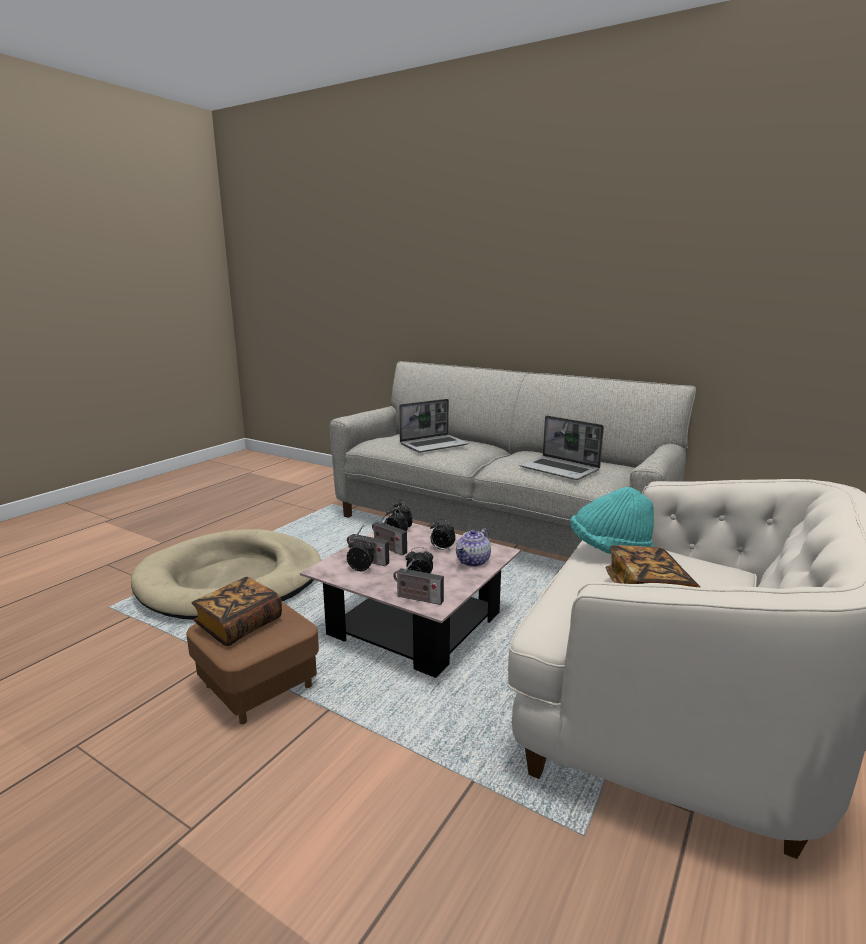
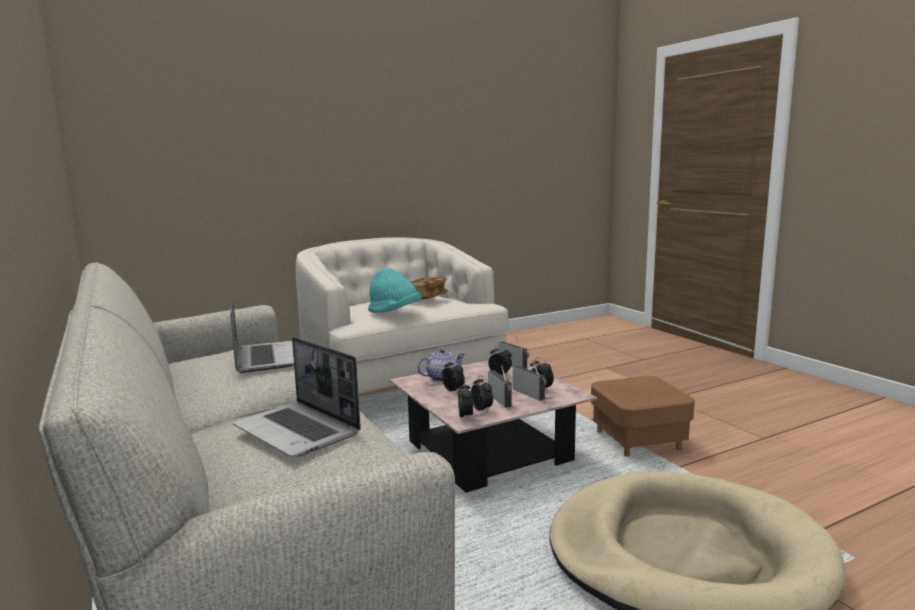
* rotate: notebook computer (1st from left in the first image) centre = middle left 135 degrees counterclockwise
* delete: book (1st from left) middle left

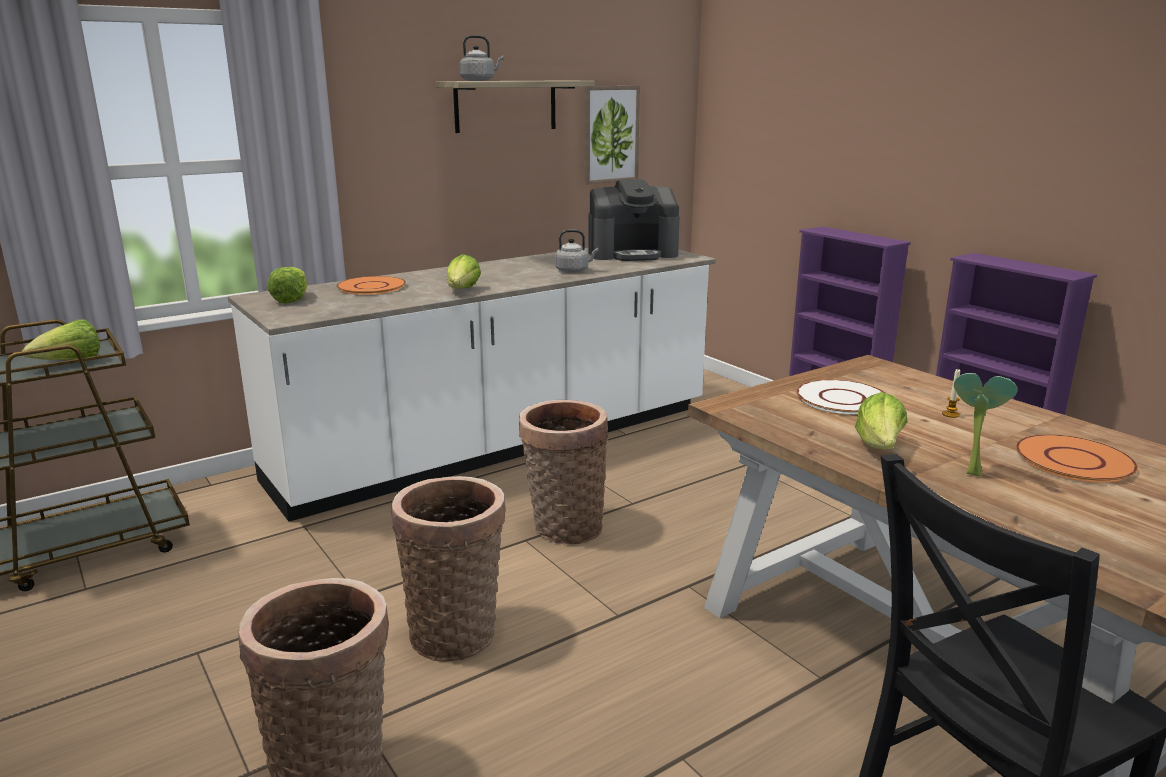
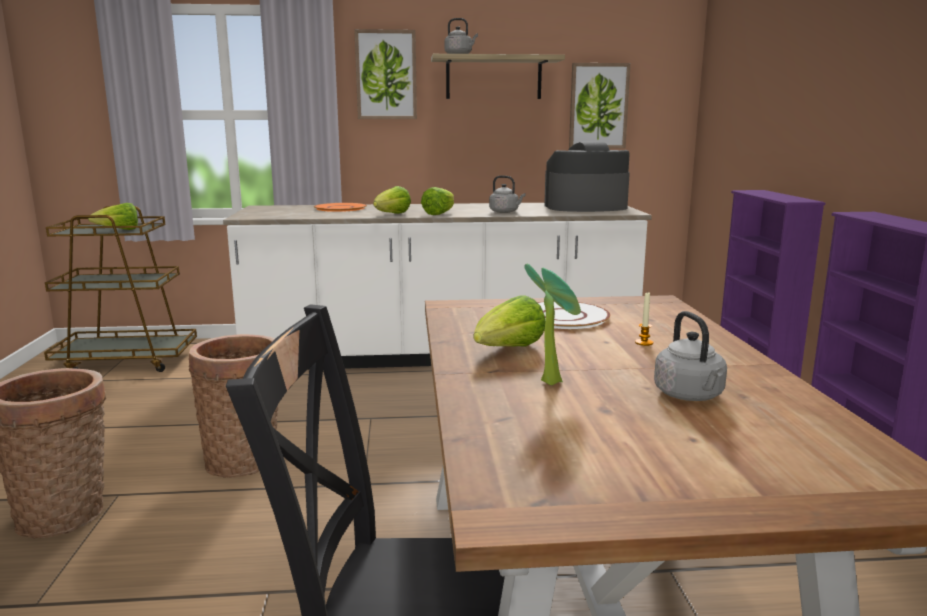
* rotate: coffee machine top centre = top centre 150 degrees clockwise
* move: head of lettuce (2nd from left in the first image) middle left to head of lettuce (3rd from left) top centre
* delete: basket (3rd from left) centre
* replace: flat dish (orange-coloured) (2nd from left) middle right to kettle (gray) (3rd from left) middle right
* insert: picture (1st from left) top centre

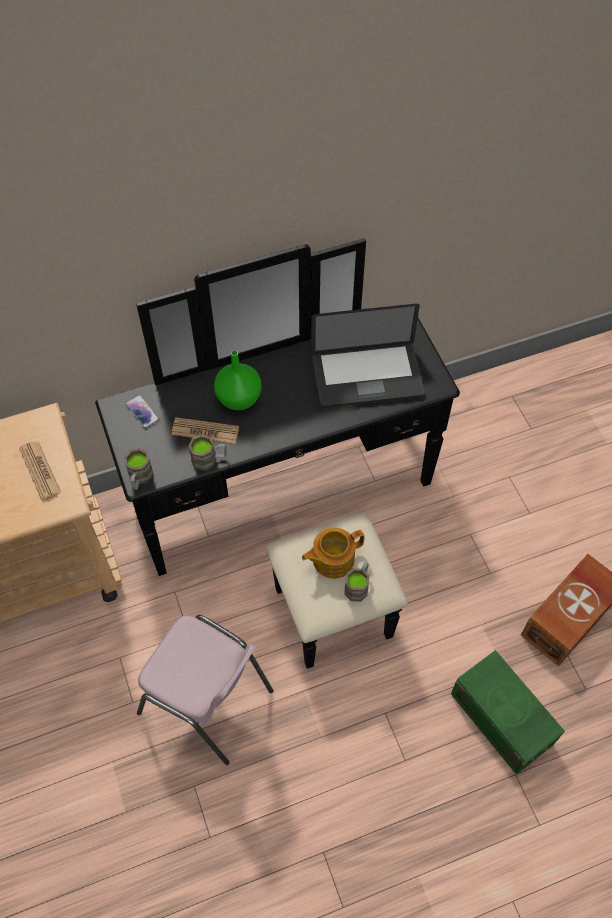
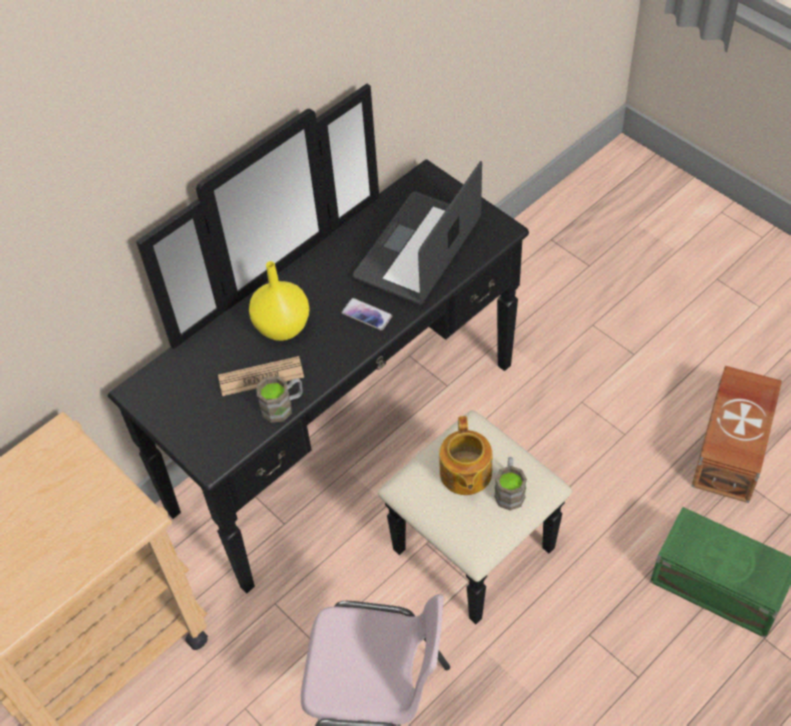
* rotate: notebook computer centre = top centre 150 degrees clockwise
* recolor: decorative vase (greenish) centre to decorative vase (yellow-coloured) centre
* move: telephone middle left to centre
* delete: printed paper (1st from left) middle left
* delete: tea mug (brown-coloured) (1st from left) middle left
* rotate: teapot centre = centre 45 degrees counterclockwise

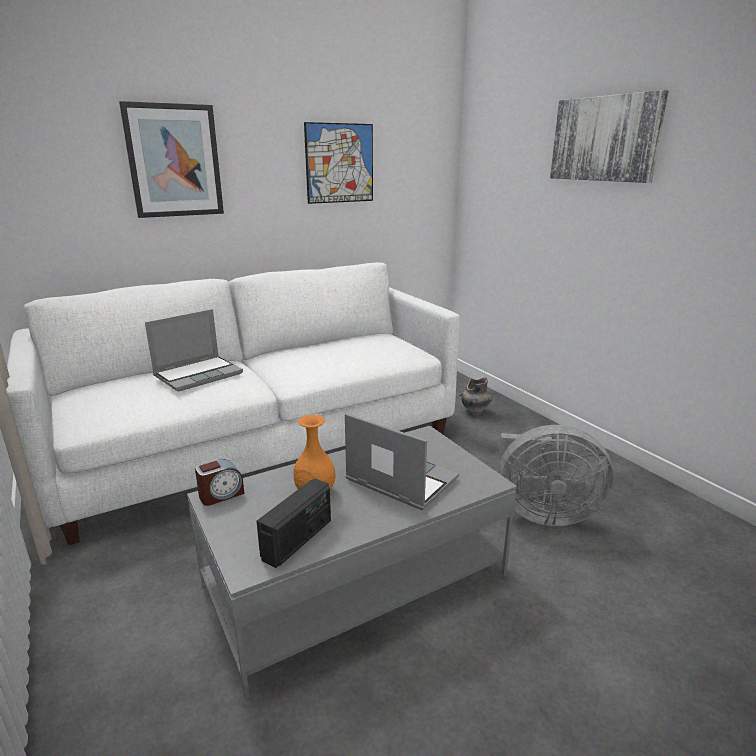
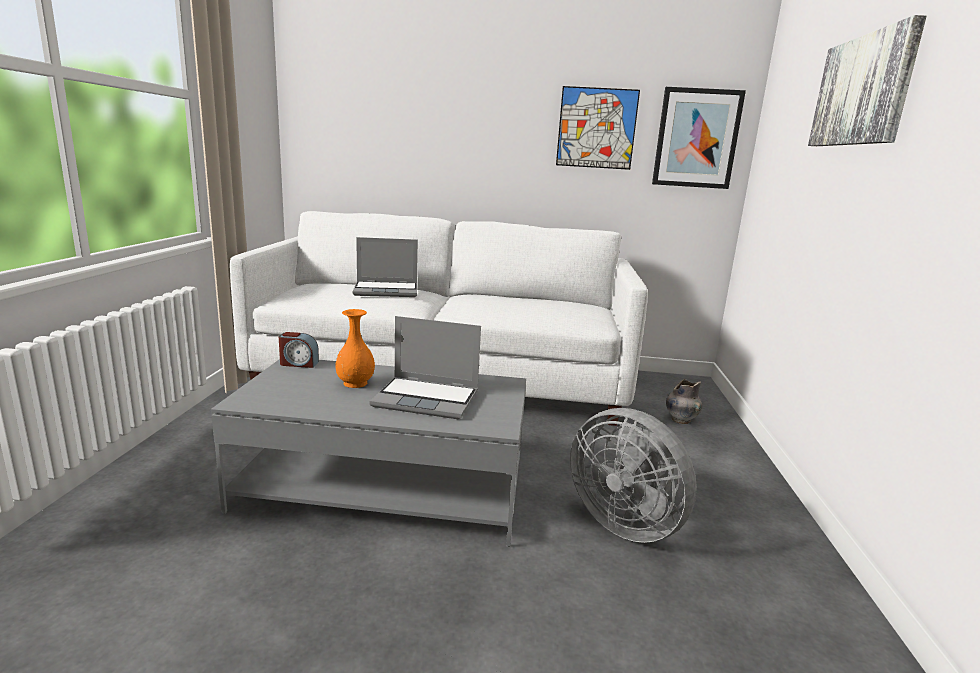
* move: picture (1st from left in the first image) top left to picture (2nd from left) top right
* rotate: notebook computer (2nd from left) centre = centre 120 degrees clockwise
* delete: radio set bottom centre

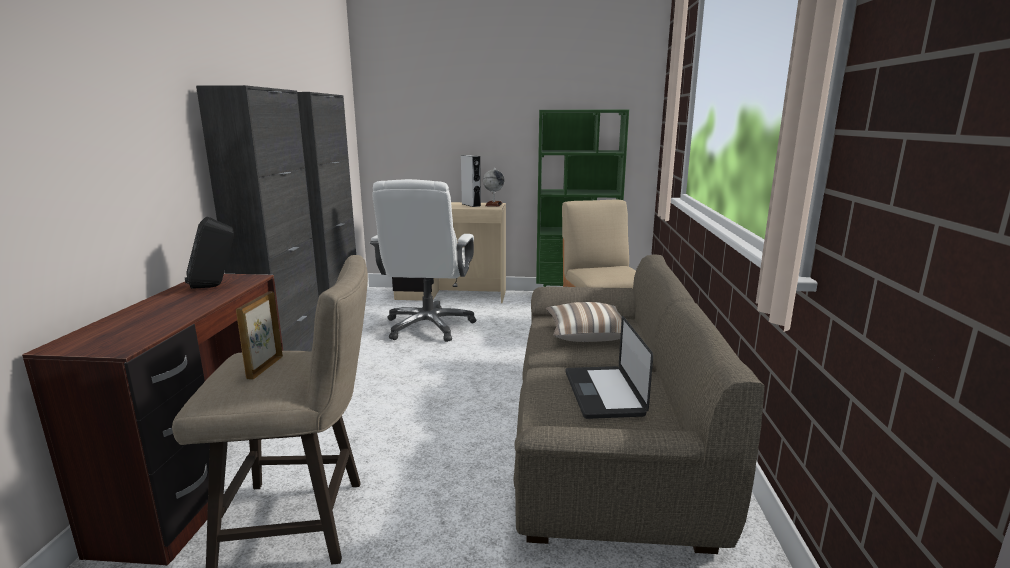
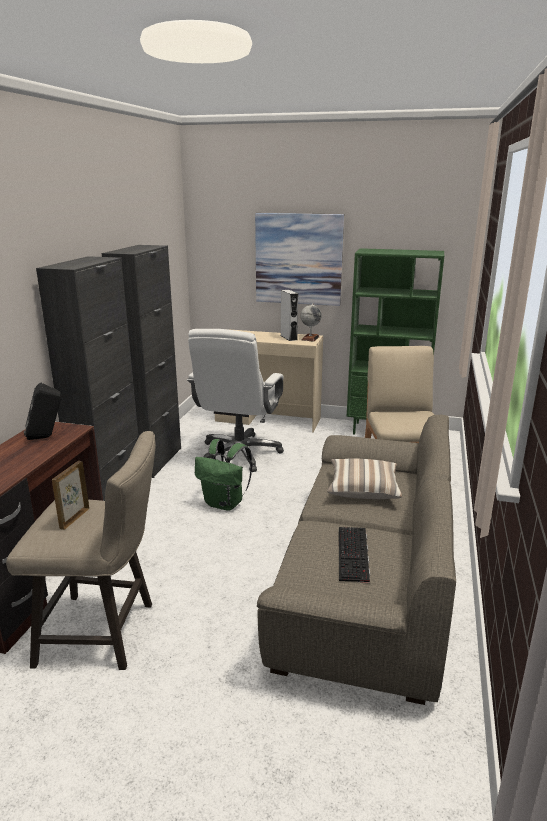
* replace: notebook computer centre to computer keyboard bottom centre
* insert: picture top centre
* insert: backpack (greenish) centre

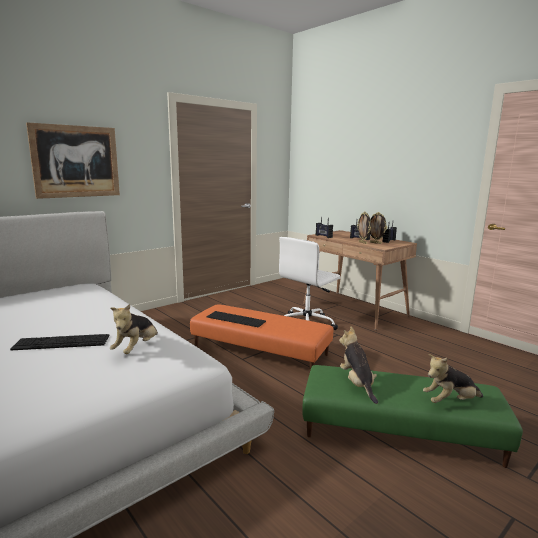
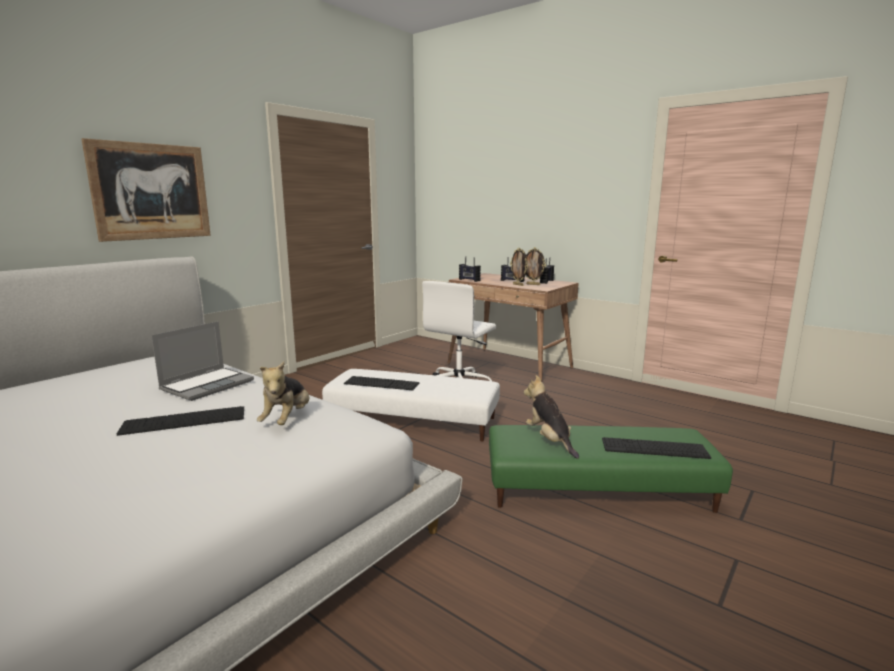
* recolor: pouffe (orange-coloured) centre to pouffe (whitish) centre
* replace: cuddly toy (3rd from left) bottom right to computer keyboard (3rd from left) bottom right
* insert: notebook computer middle left

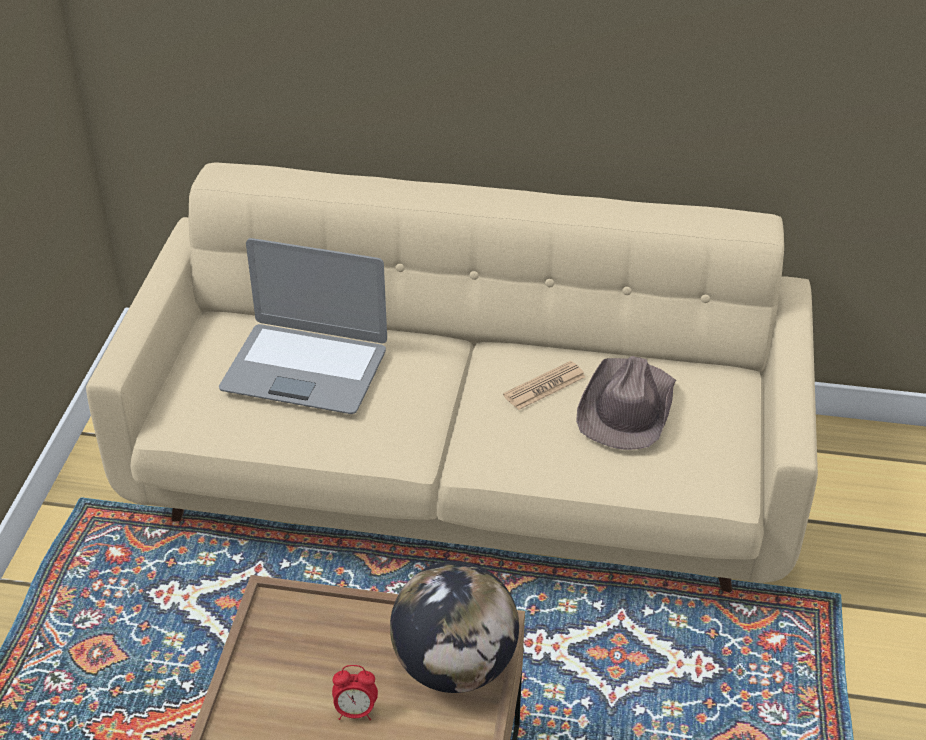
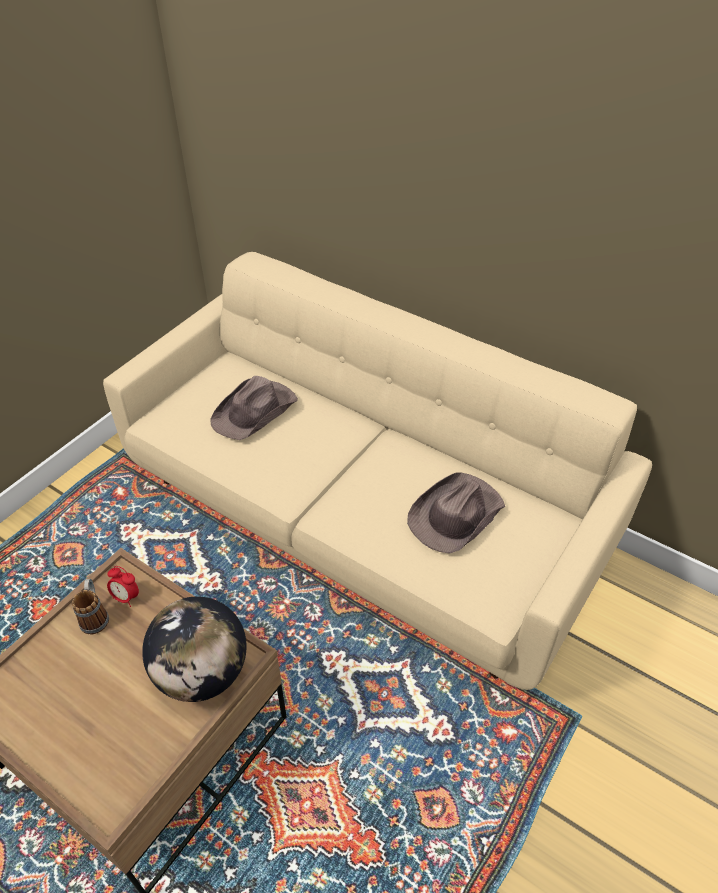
* replace: notebook computer middle left to clothing hat (brown-coloured) (1st from left) centre
* delete: printed paper centre
* move: table clock bottom centre to middle left
* insert: tea mug bottom left

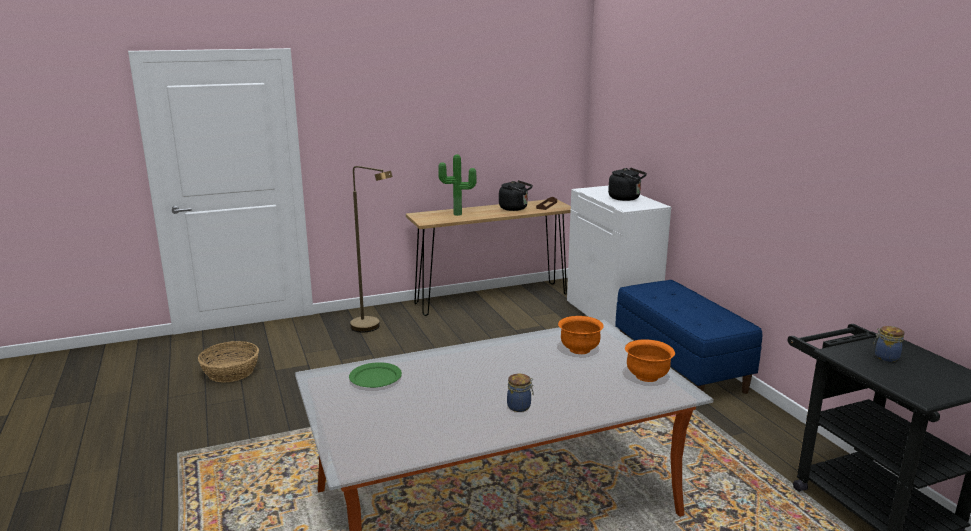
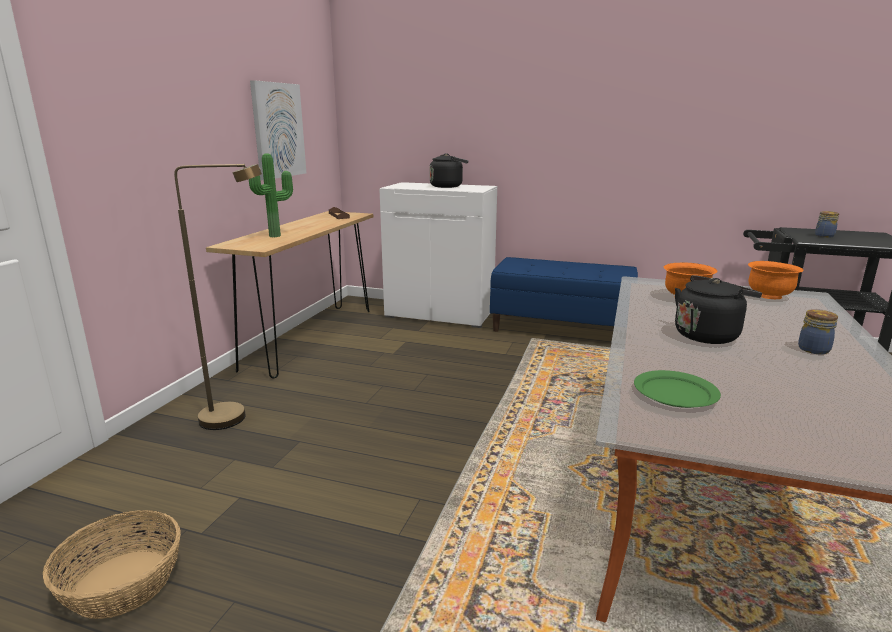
* move: kettle (black) (1st from left in the first image) centre to kettle (black) (2nd from left) middle right
* insert: picture top left

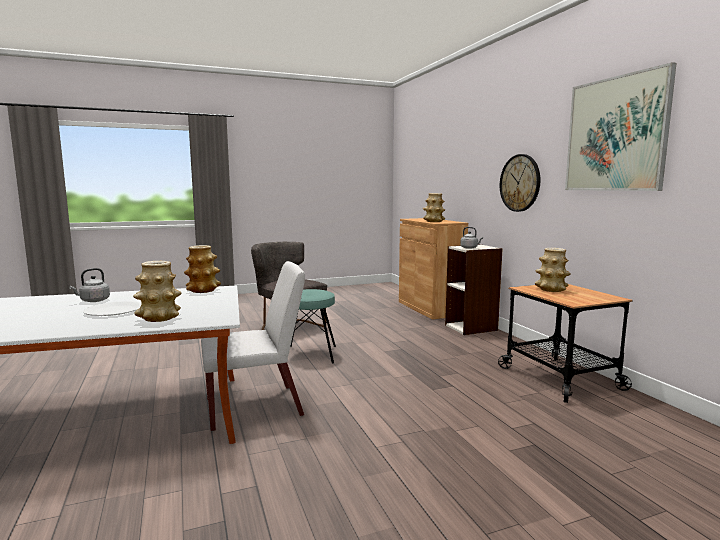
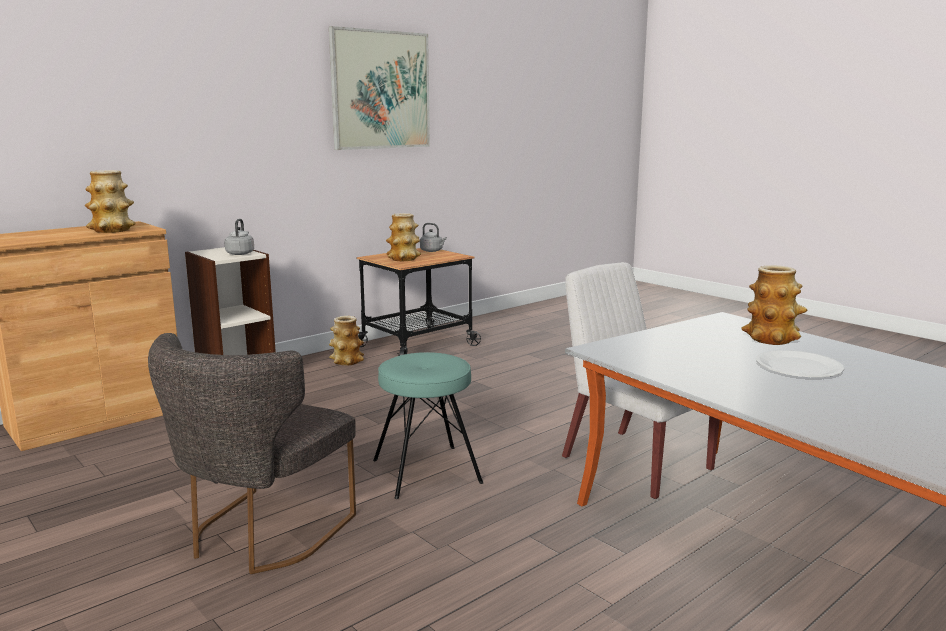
* delete: clock on the wall middle right
* move: decorative vase (2nd from left) middle left to centre
* move: kettle (gray) (1st from left in the first image) middle left to kettle (gray) (2nd from left) centre

